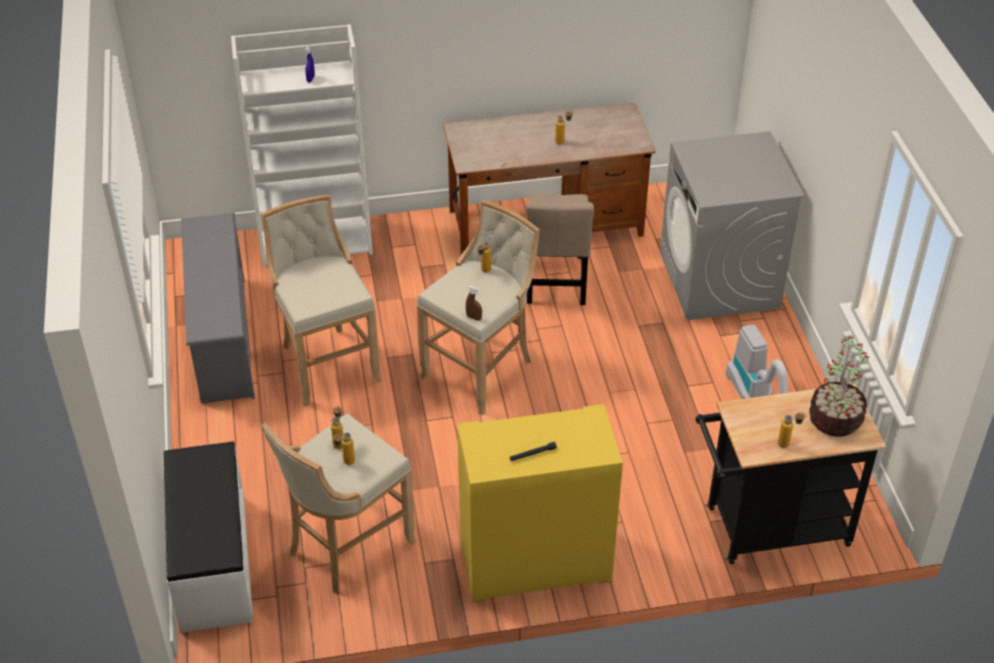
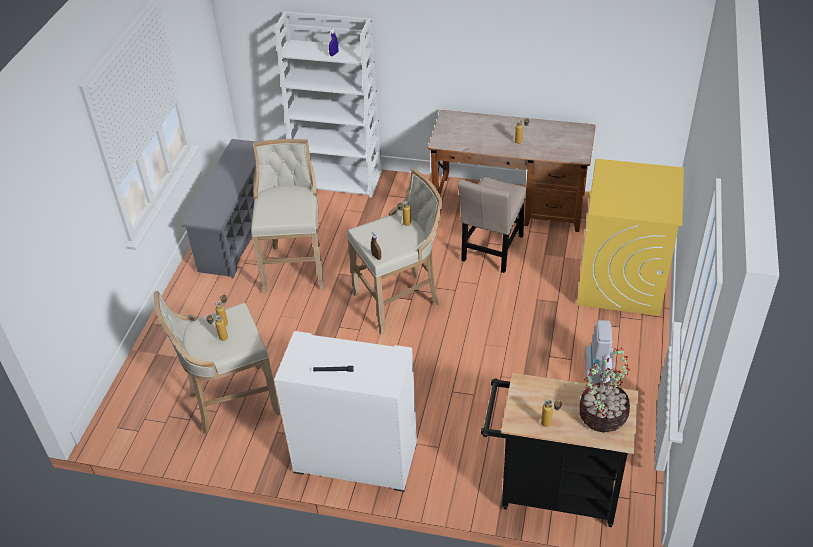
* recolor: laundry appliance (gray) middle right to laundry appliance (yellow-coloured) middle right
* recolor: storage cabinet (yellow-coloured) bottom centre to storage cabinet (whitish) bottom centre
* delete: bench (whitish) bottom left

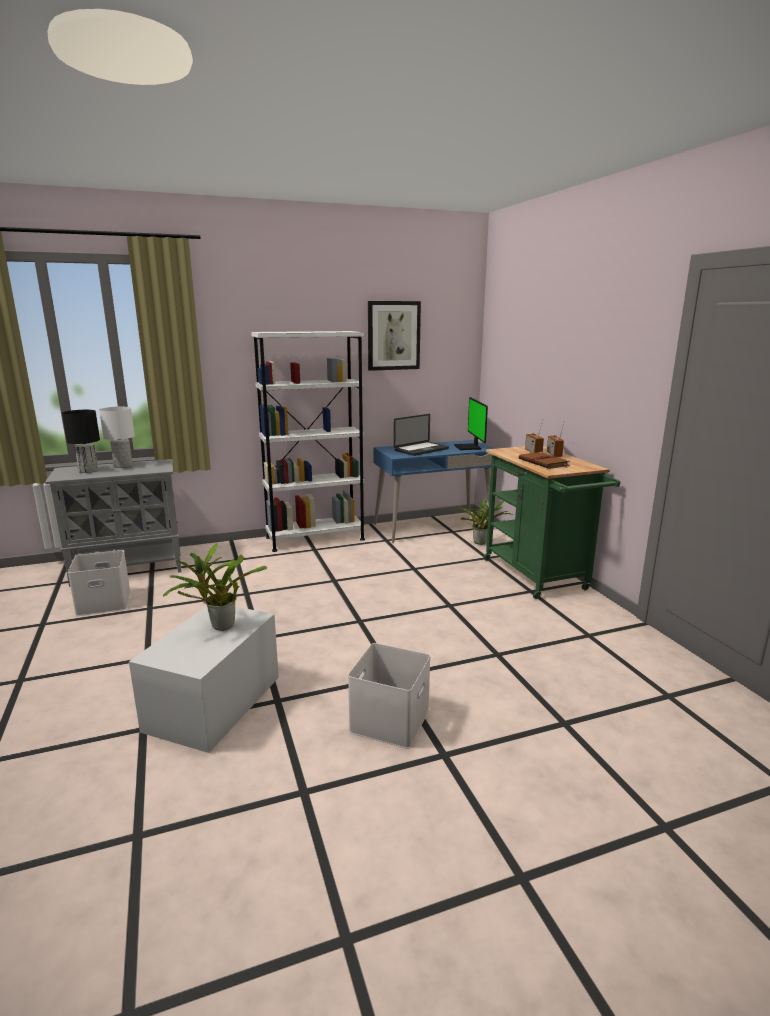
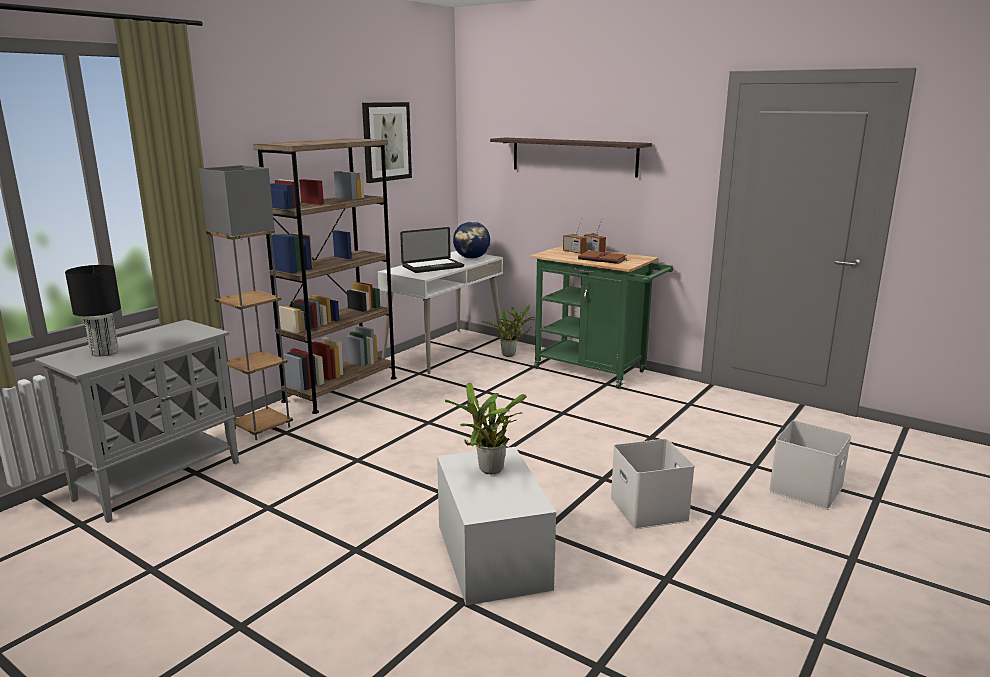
* recolor: shelving unit (whitish) centre to shelving unit (brown-coloured) middle left
* replace: computer screen centre to world globe centre
* delete: tabletop lamp (whitish) middle left
* rotate: notebook computer centre = centre 45 degrees clockwise
* recolor: desk table (bluish) centre to desk table (whitish) centre
* move: storage bin (whitish) (1st from left in the first image) middle left to storage bin (whitish) (3rd from left) bottom right
* insert: bracket shelf top centre
* insert: standing lamp (gray) middle left

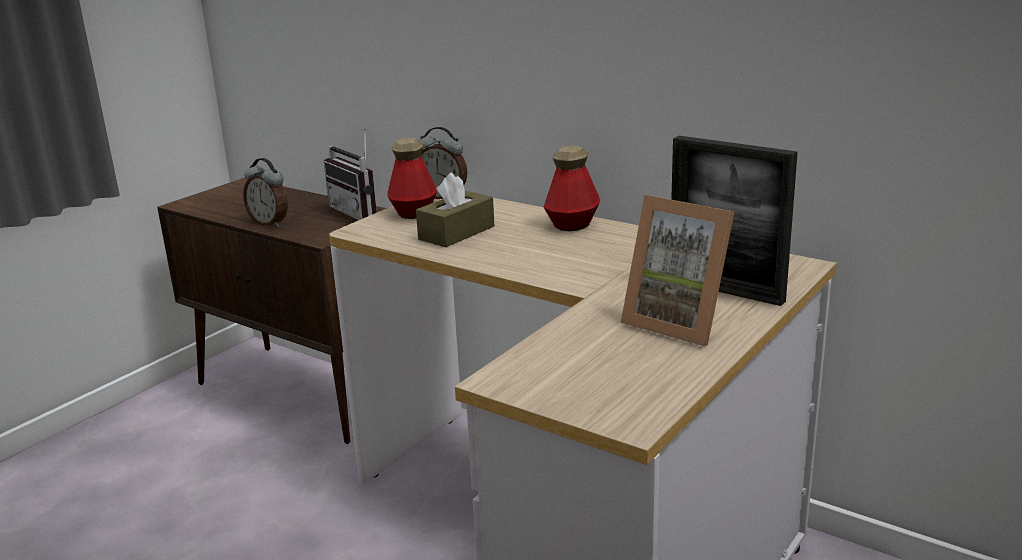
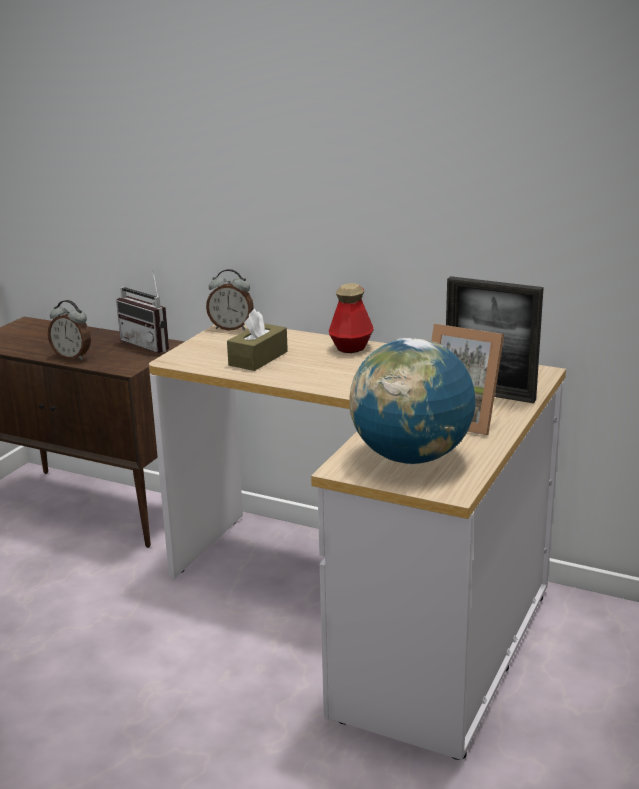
* delete: beverage bottle (1st from left) top centre
* insert: world globe centre

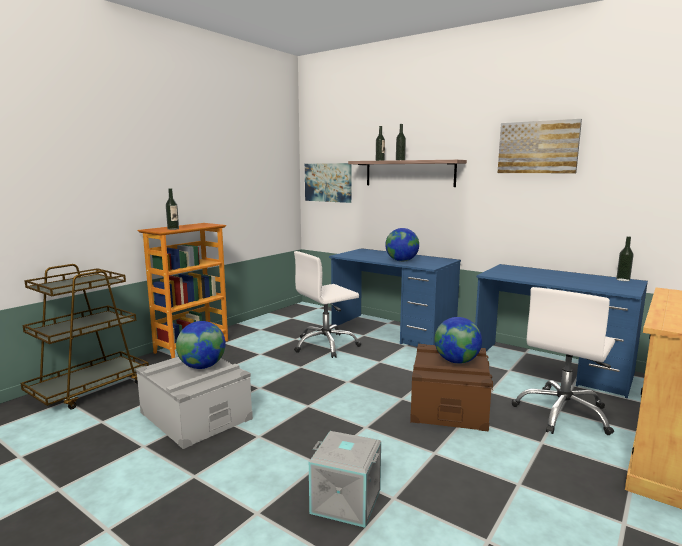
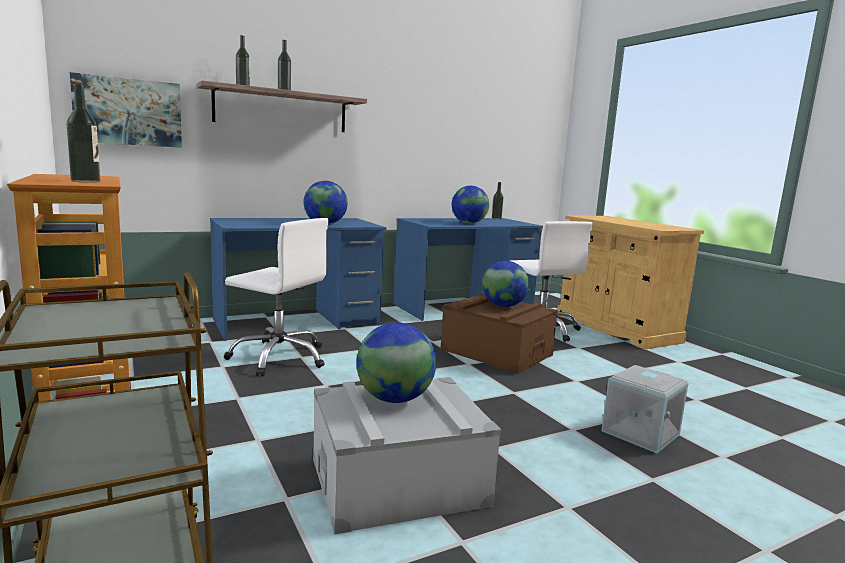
* delete: picture (2nd from left) top right
* rotate: desk chair (whitish) (1st from left) centre = middle left 60 degrees counterclockwise
* insert: world globe (3rd from left) centre

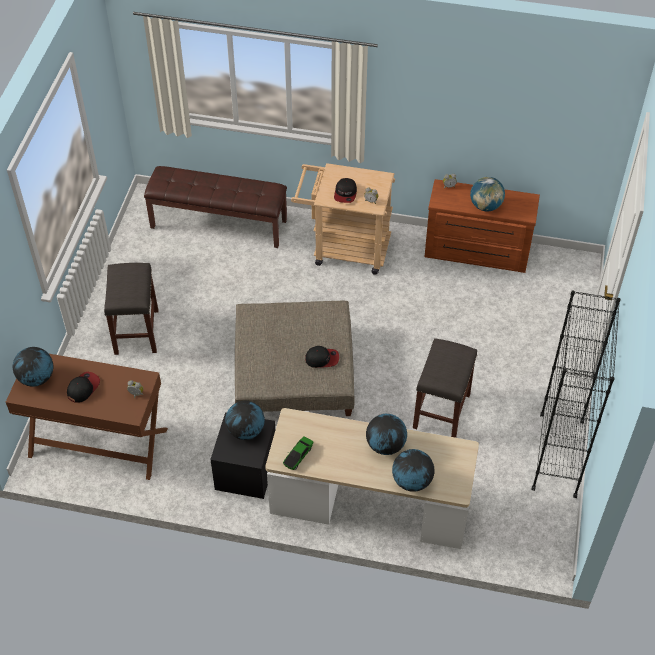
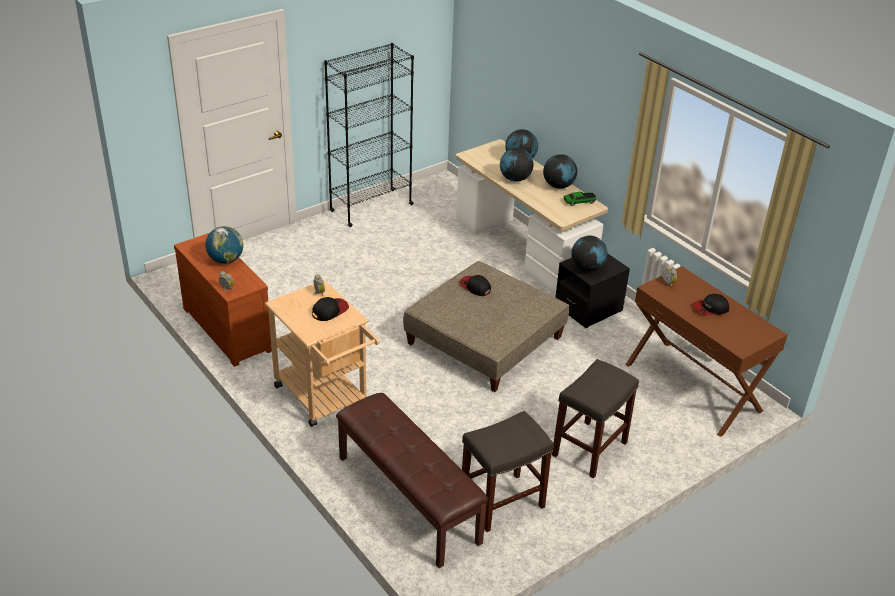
* move: sitting stool (gray) (2nd from left in the first image) middle right to sitting stool (gray) (1st from left) bottom centre
* move: world globe (1st from left in the first image) middle left to world globe (4th from left) top centre

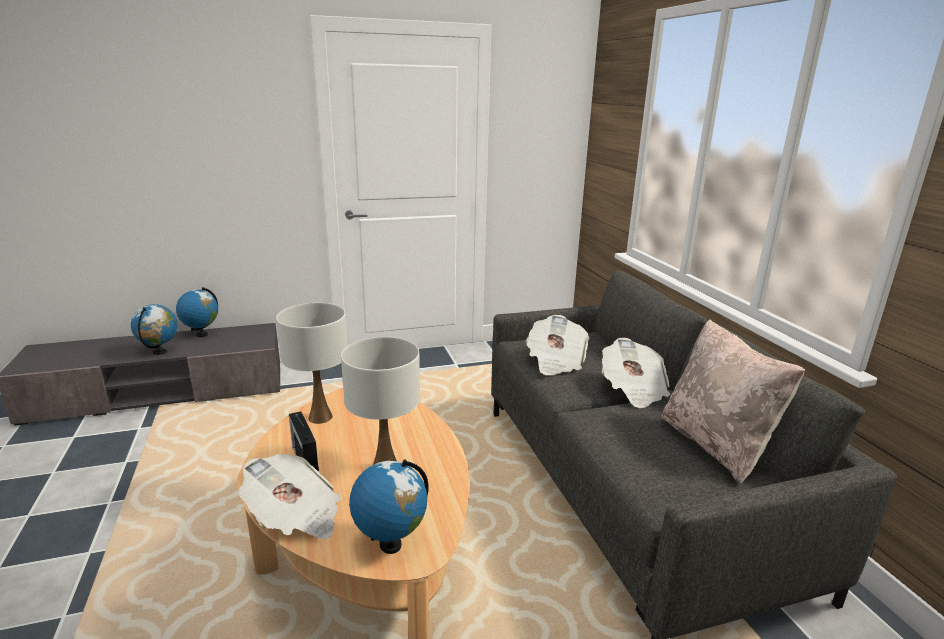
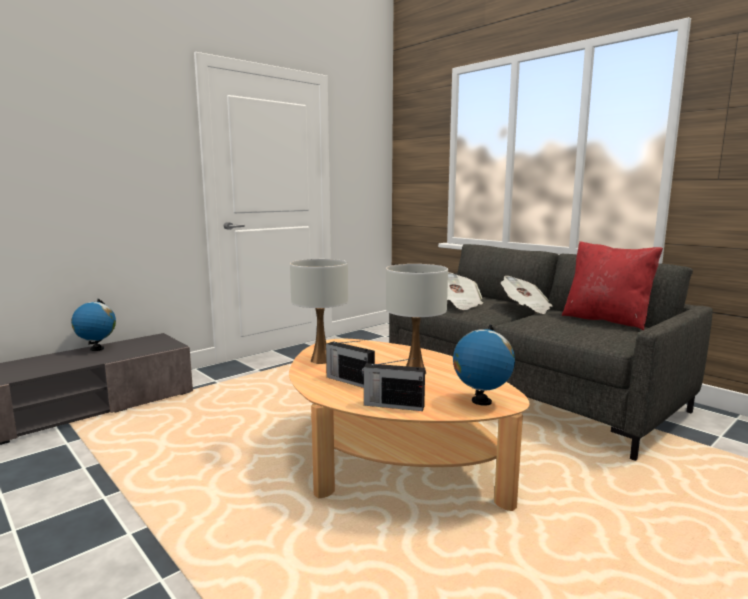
* delete: world globe (1st from left) middle left
* recolor: pillow (sand-coloured) middle right to pillow (red-coloured) middle right
* replace: printed paper (1st from left) bottom left to radio set (2nd from left) centre

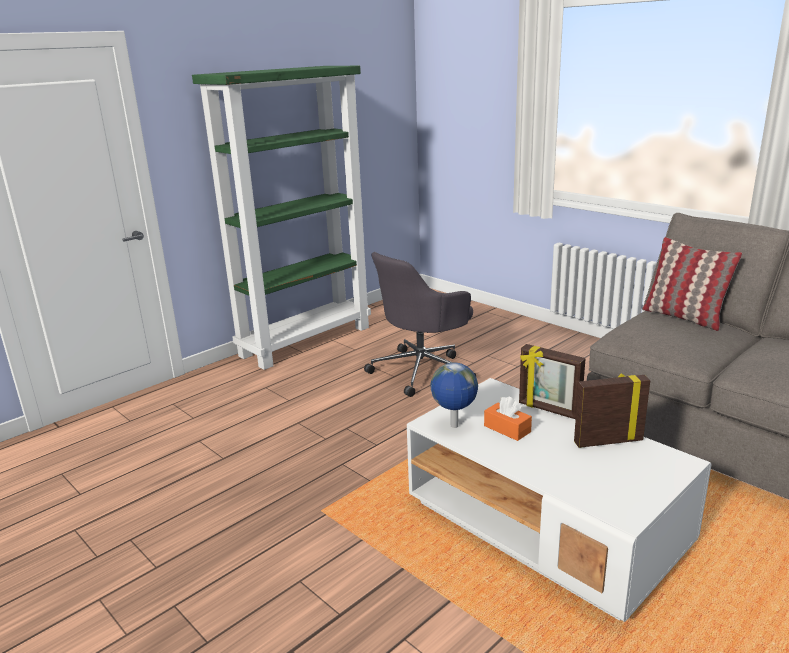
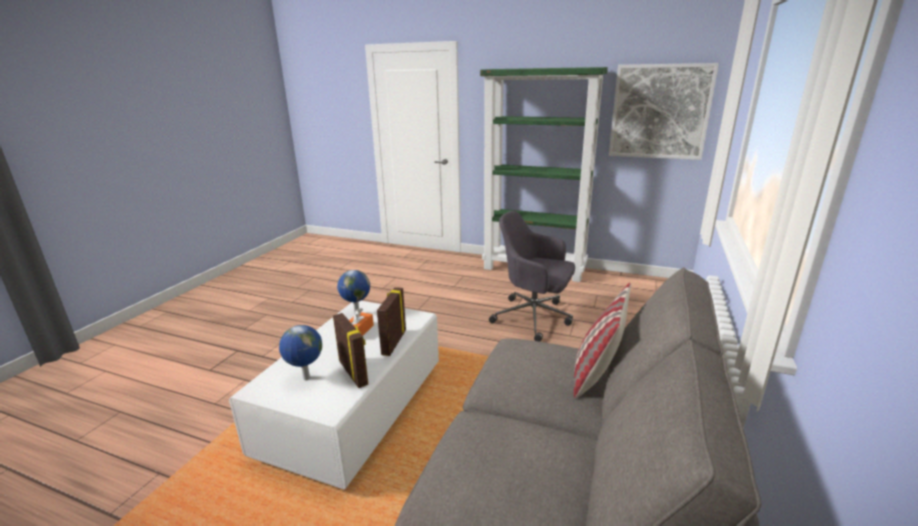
* insert: picture top right
* insert: world globe (1st from left) bottom left

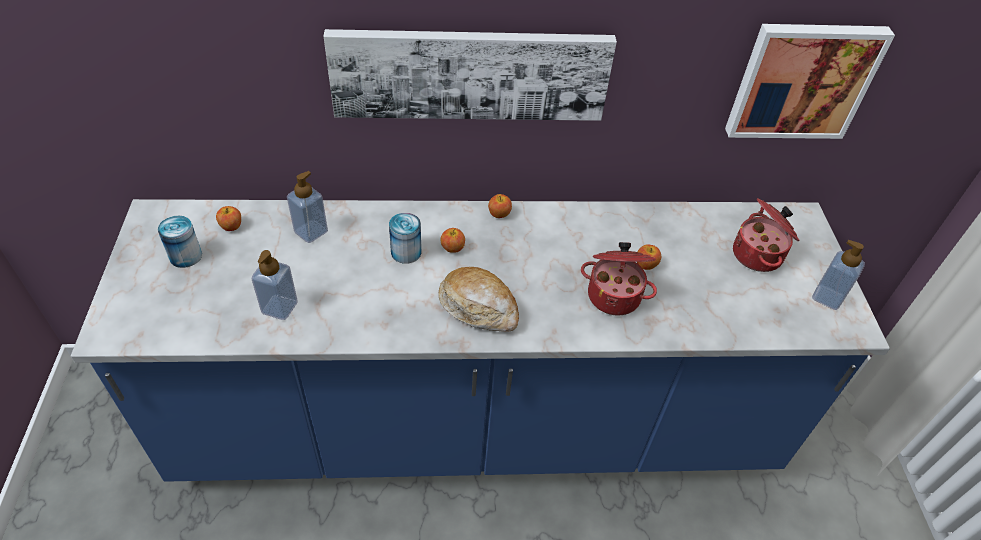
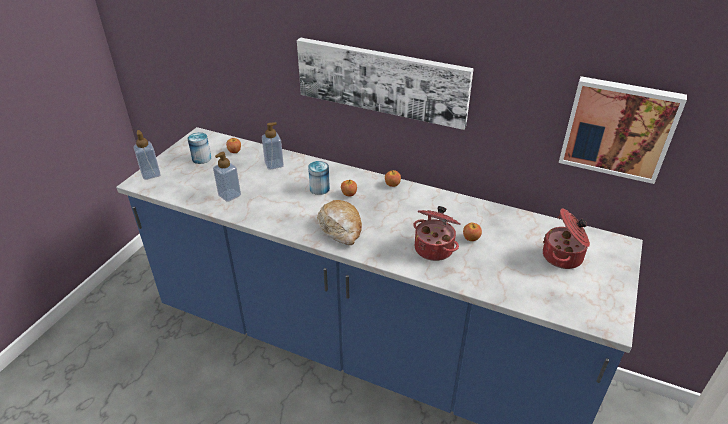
* move: soap bottle (3rd from left in the first image) middle right to soap bottle (1st from left) middle left

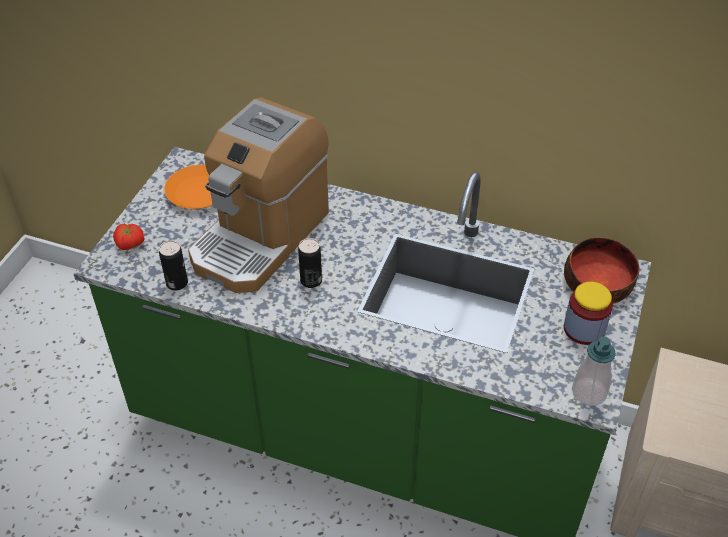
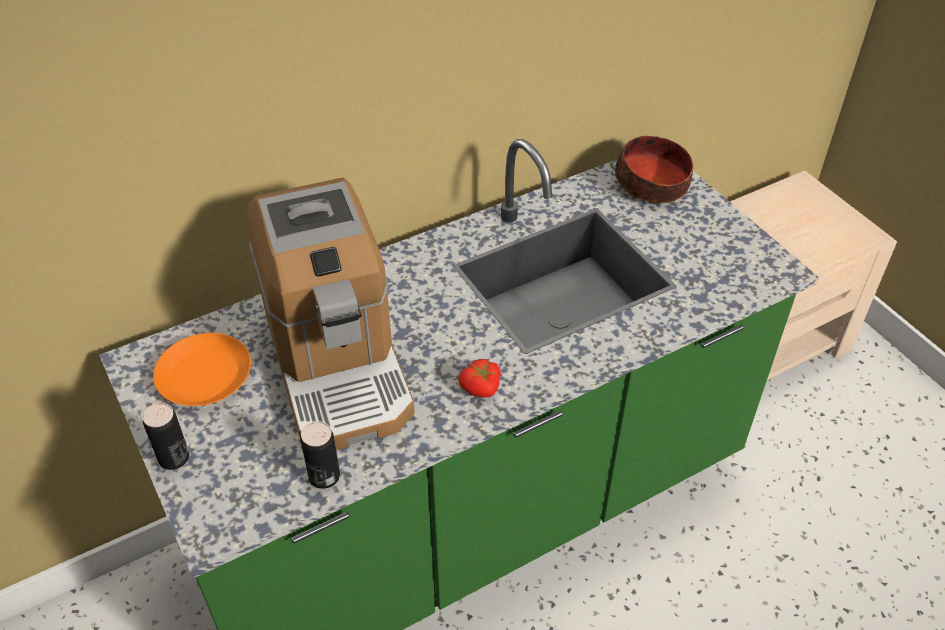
* move: whole tomato middle left to centre
* move: metal can (2nd from left in the first image) centre to metal can (1st from left) bottom left
* delete: preserve jar middle right
* delete: soap bottle bottom right

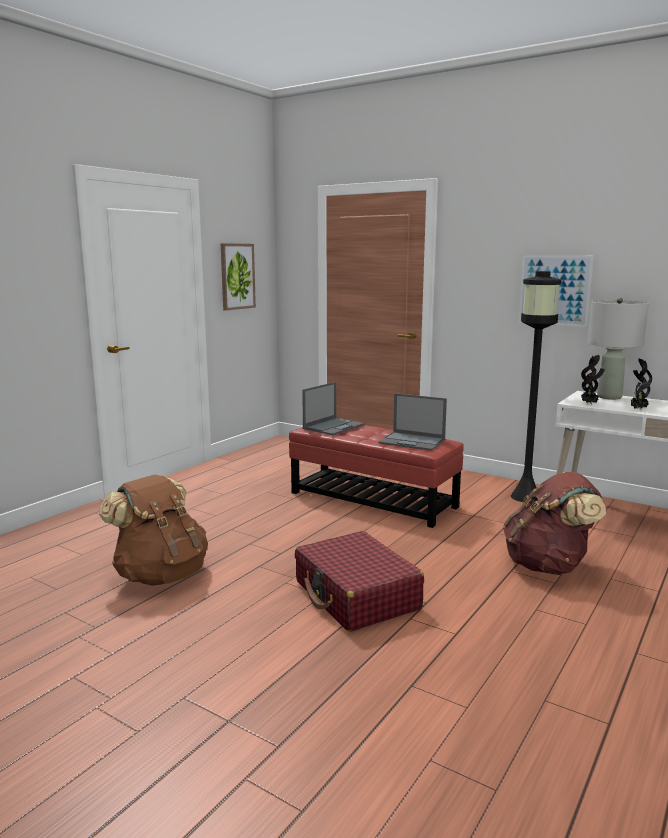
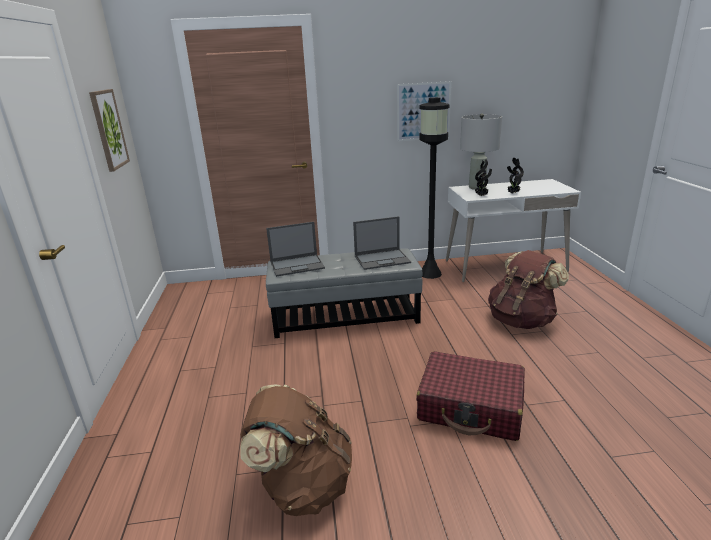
* rotate: notebook computer (1st from left) centre = centre 75 degrees clockwise
* recolor: pouffe (red-coloured) centre to pouffe (gray) centre

